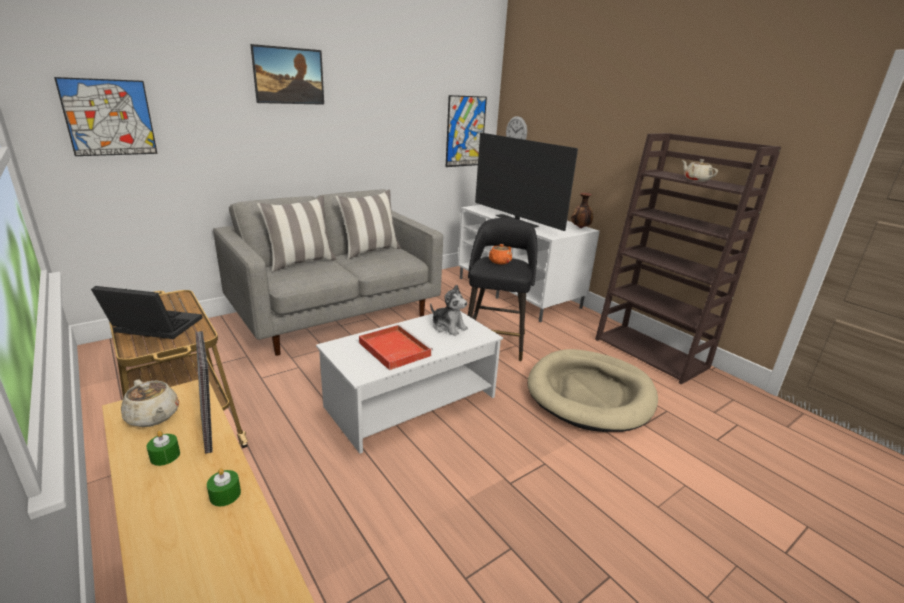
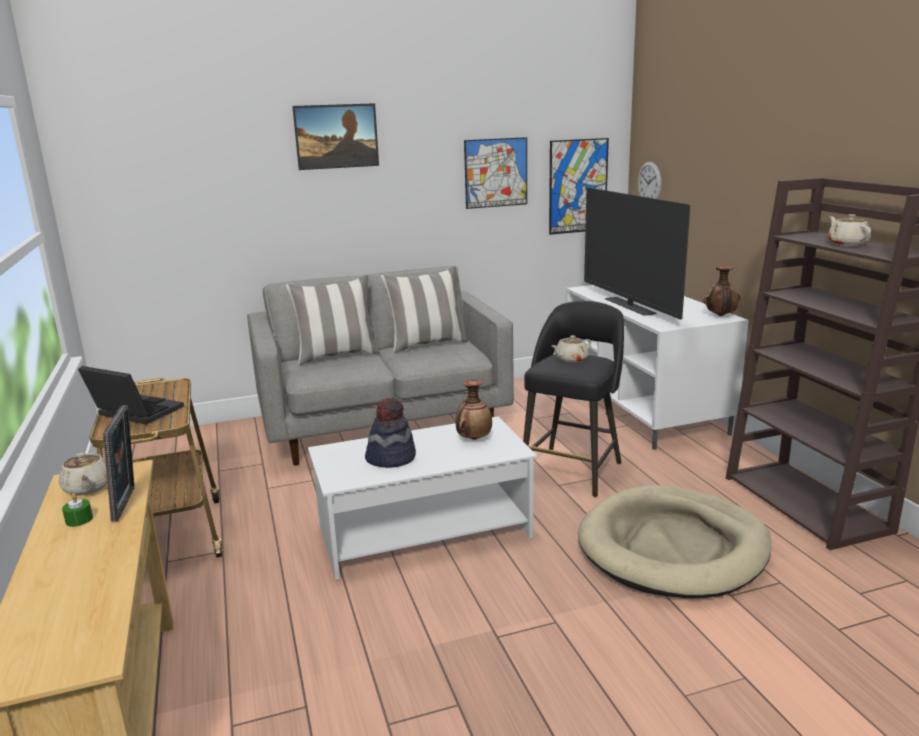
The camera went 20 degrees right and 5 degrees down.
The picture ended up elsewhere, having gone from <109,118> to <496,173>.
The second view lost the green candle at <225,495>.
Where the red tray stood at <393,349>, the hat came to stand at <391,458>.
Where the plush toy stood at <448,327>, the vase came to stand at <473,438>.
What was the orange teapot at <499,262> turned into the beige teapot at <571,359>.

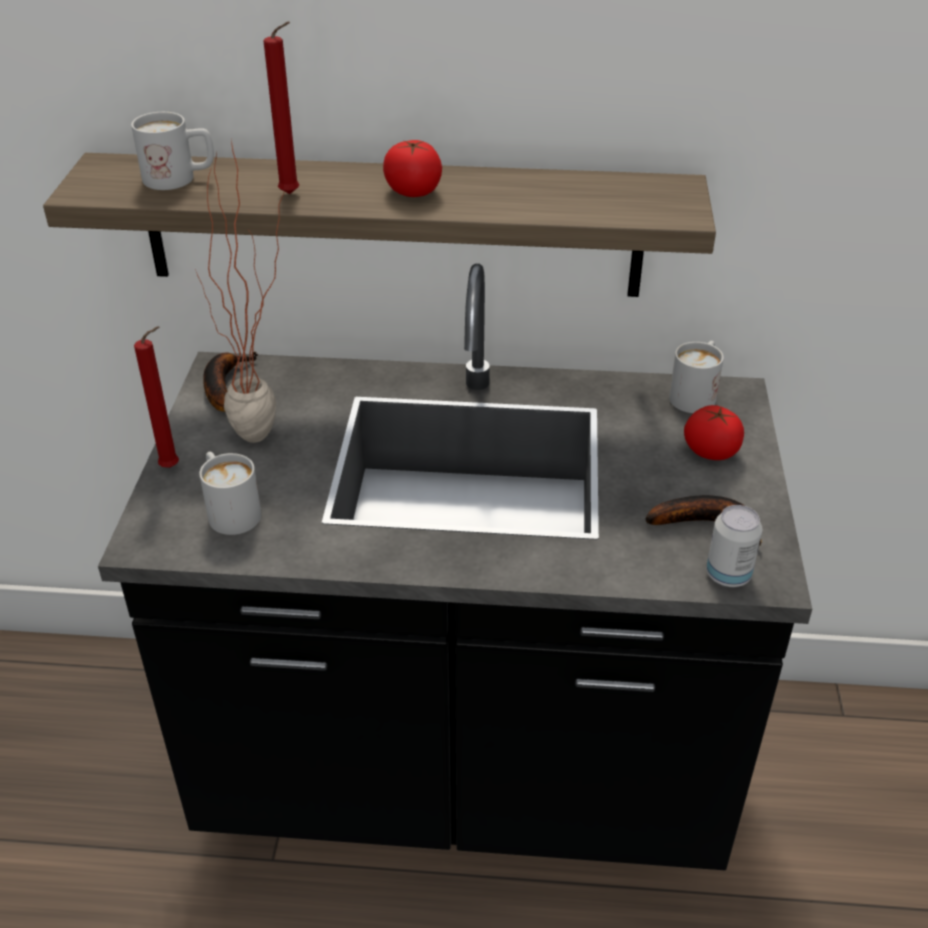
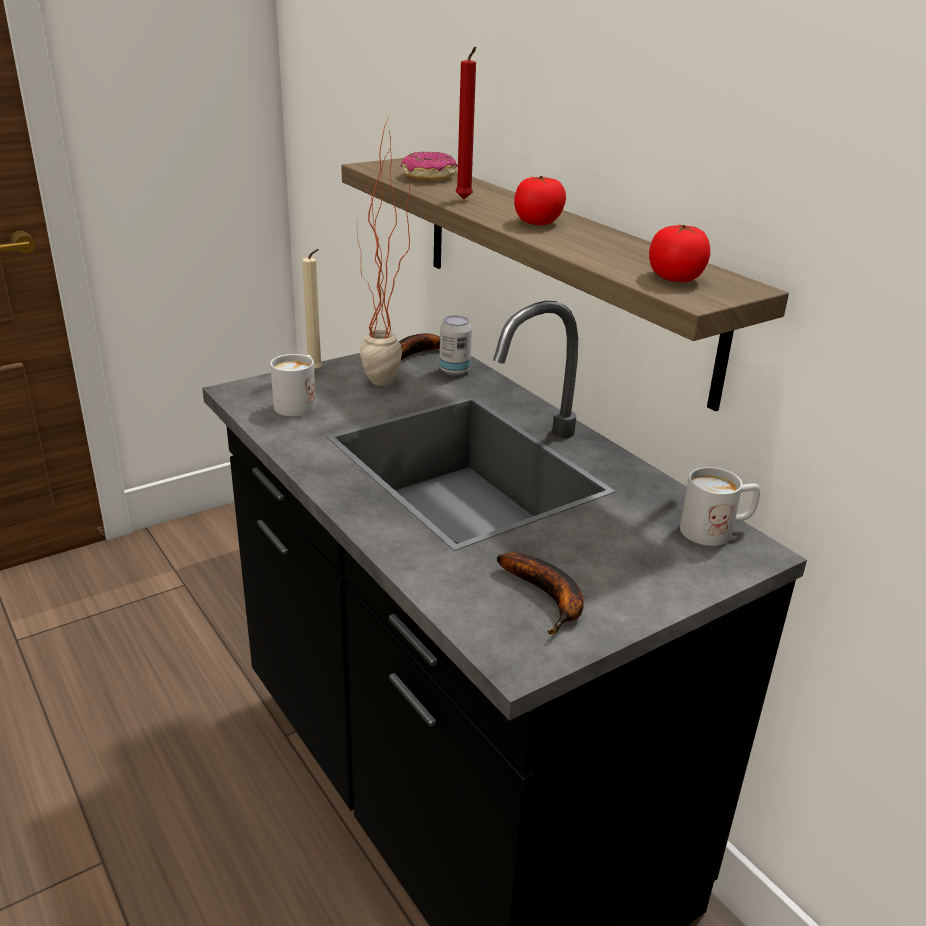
The camera went 50 degrees right and 10 degrees down.
Where the white mug stood at <180,179>, the donut came to stand at <428,176>.
What was the red candle at <173,467> turned into the beige candle at <316,372>.
The tomato ended up elsewhere, having gone from <711,451> to <676,278>.
The can ended up elsewhere, having gone from <728,575> to <454,370>.

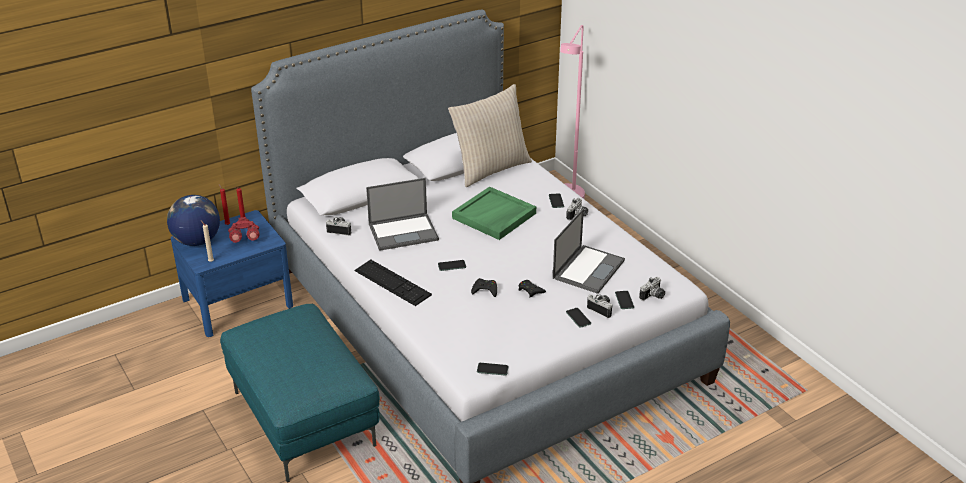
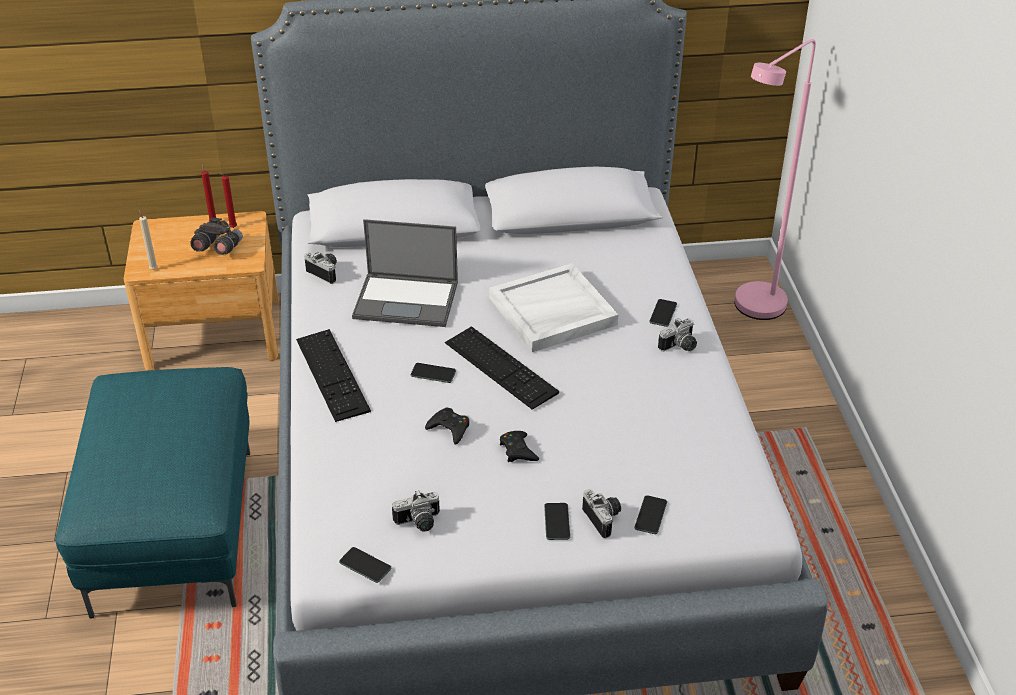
The camera went 25 degrees right and 5 degrees up.
The second view lost the globe at <197,241>.
What was the blue nightstand at <237,303> turned into the brown nightstand at <213,332>.
What was the red binoculars at <244,239> turned into the grey binoculars at <218,249>.
The second view lost the beige pillow at <490,168>.
What was the green tray at <494,216> turned into the white tray at <552,312>.
The second view lost the laptop at <588,269>.
The photo camera ended up elsewhere, having gone from <653,296> to <419,523>.
The second view gained the keyboard at <500,367>.

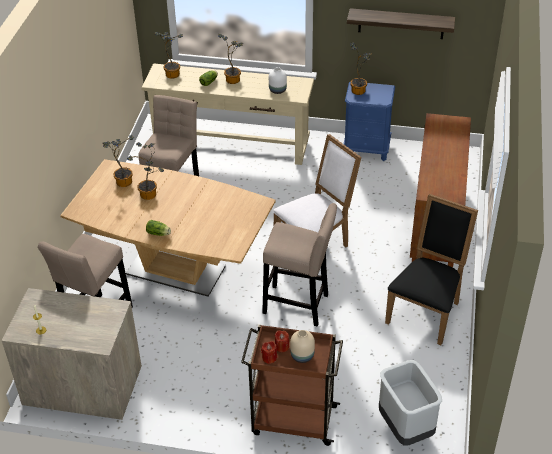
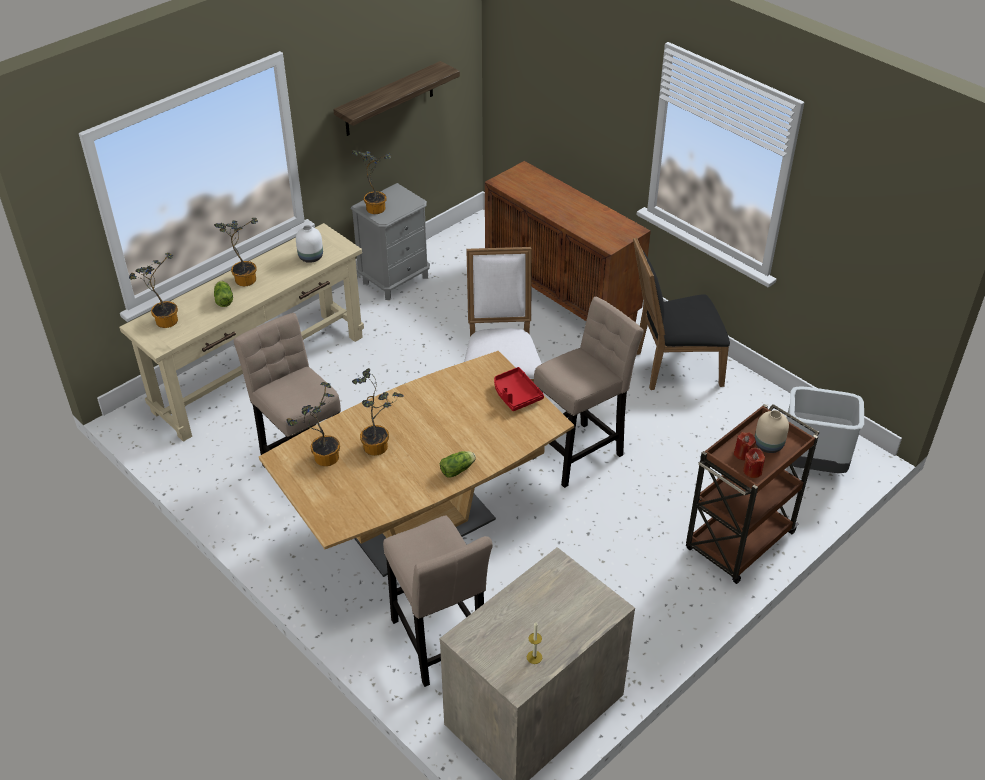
The camera went 55 degrees left and 0 degrees up.
What was the blue nightstand at <367,149> turned into the grey nightstand at <395,279>.
The black chair at <426,311> ended up facing another way, 75 degrees counterclockwise from before.
The second view gained the red tray at <516,395>.

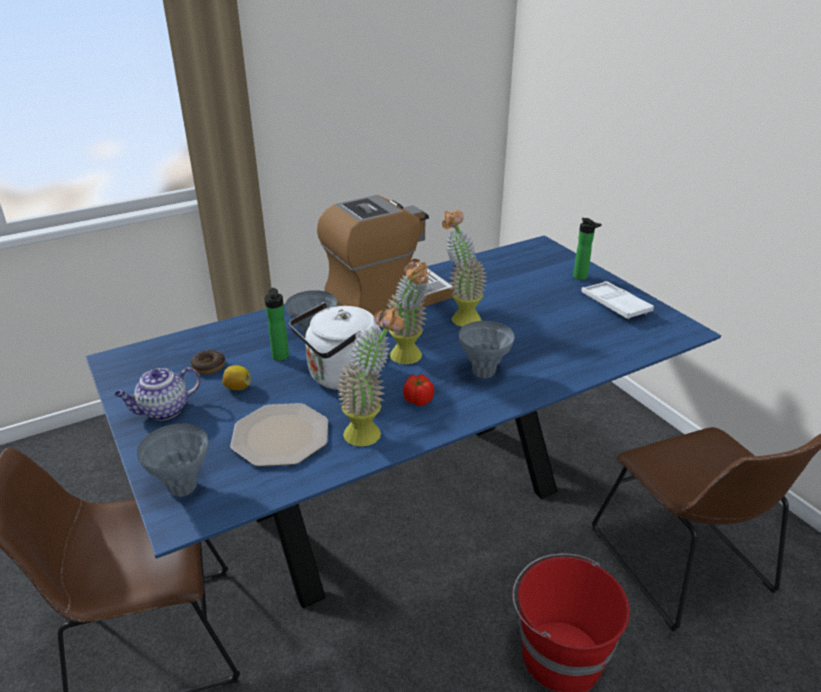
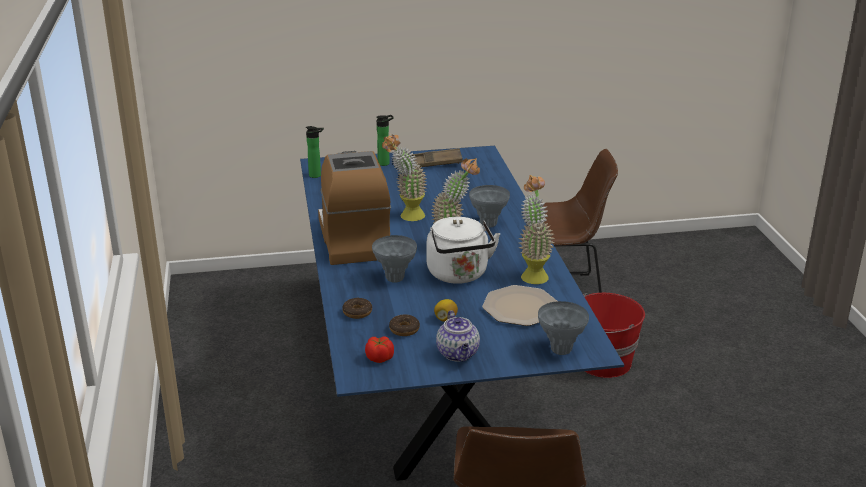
The camera went 70 degrees left and 5 degrees down.
The bottle ended up elsewhere, having gone from <280,358> to <317,175>.
The tomato ended up elsewhere, having gone from <418,400> to <380,358>.
What was the white tray at <615,305> turned into the brown tray at <433,163>.
The second view gained the donut at <357,312>.

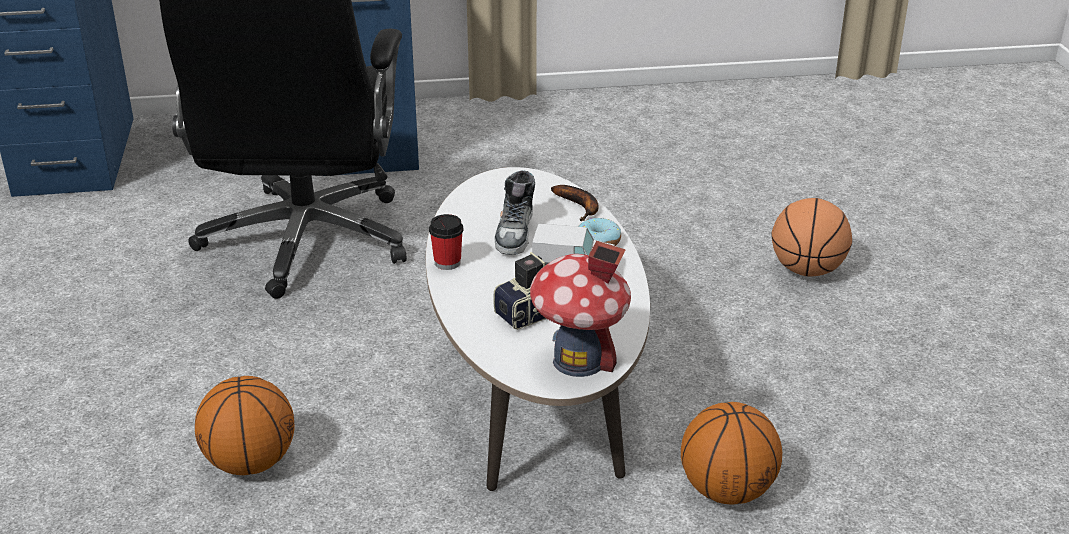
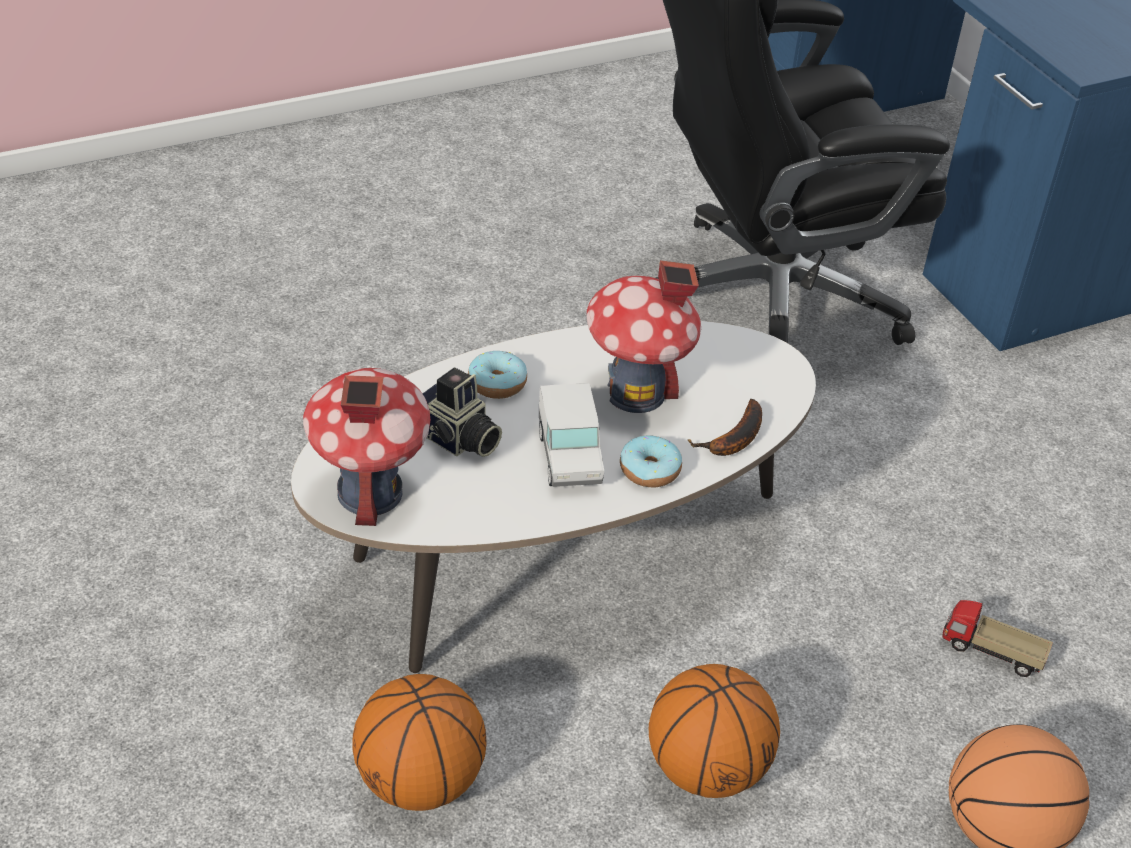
The camera went 70 degrees right and 10 degrees up.
The basketball ended up elsewhere, having gone from <251,463> to <706,770>.
The second view lost the cup at <447,263>.
Where the shoe stood at <515,233>, the toy house came to stand at <636,393>.
The second view gained the donut at <497,383>.
The second view gained the toy truck at <991,653>.

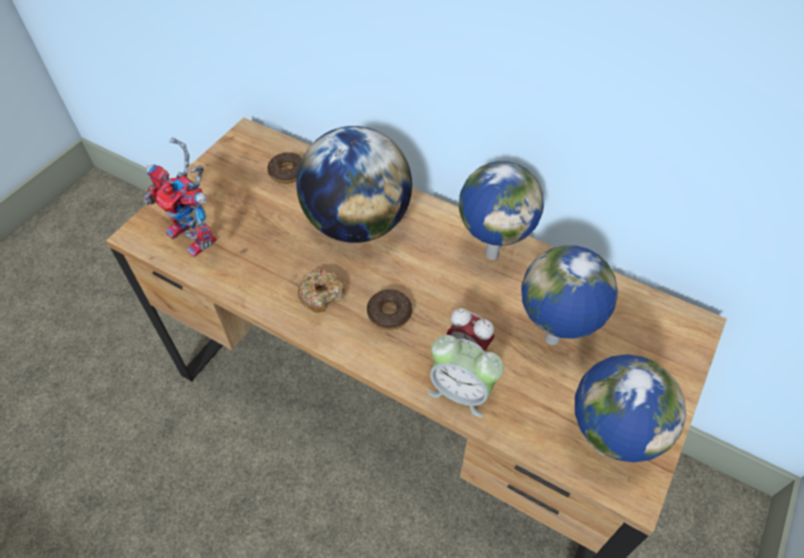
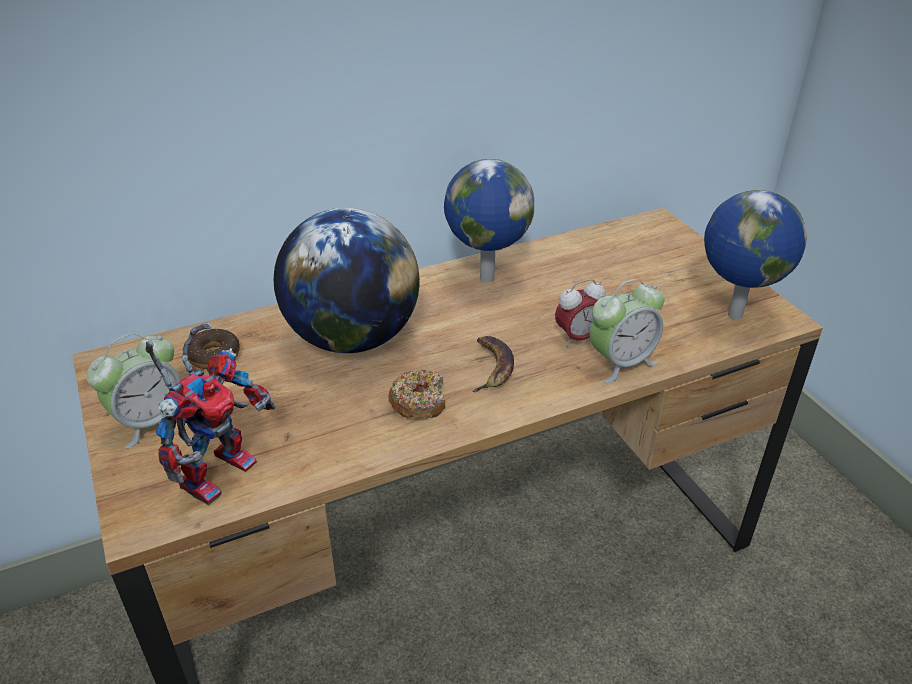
The camera went 55 degrees left and 15 degrees down.
The toy robot at <198,237> ended up facing another way, 45 degrees counterclockwise from before.
Where the donut stood at <389,313>, the banana came to stand at <491,367>.
The second view lost the globe at <553,341>.
The second view gained the alarm clock at <150,421>.

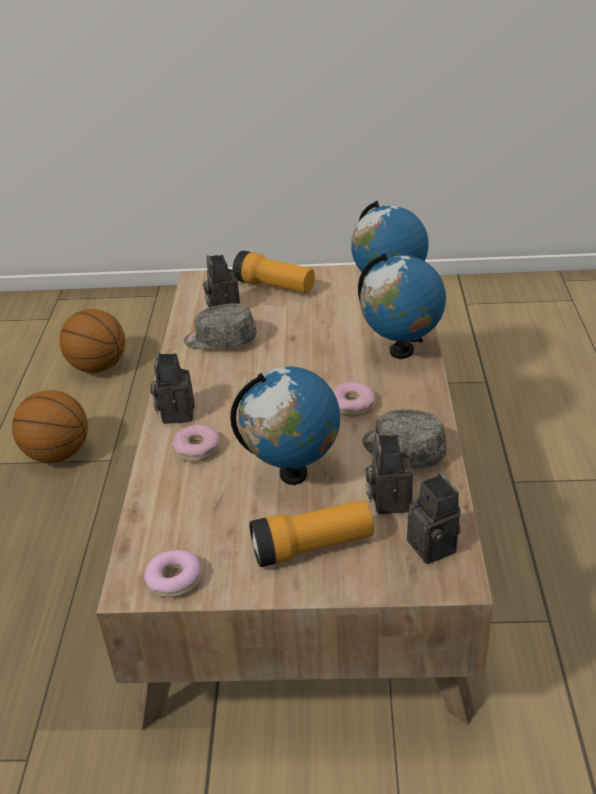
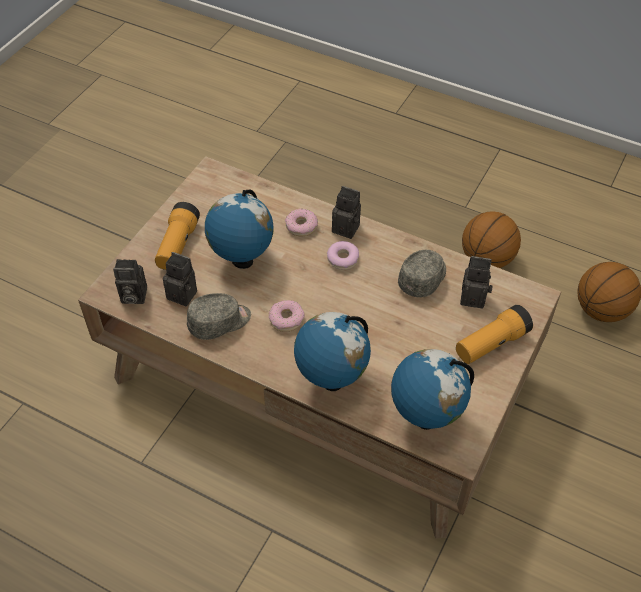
The camera went 115 degrees right and 15 degrees up.
The donut ended up elsewhere, having gone from <174,580> to <343,259>.

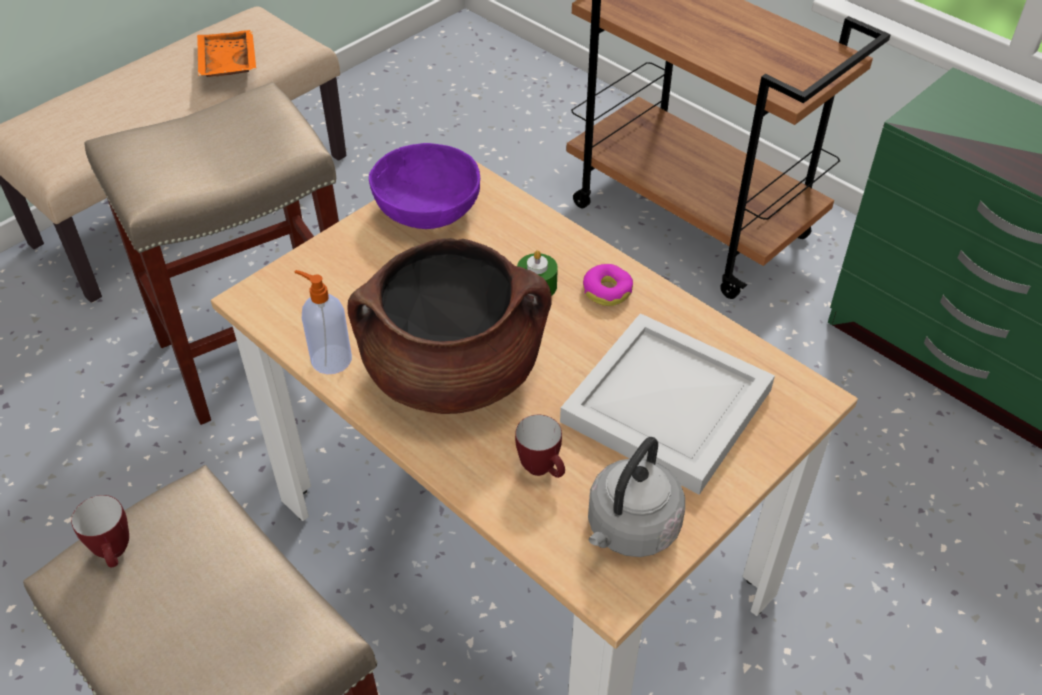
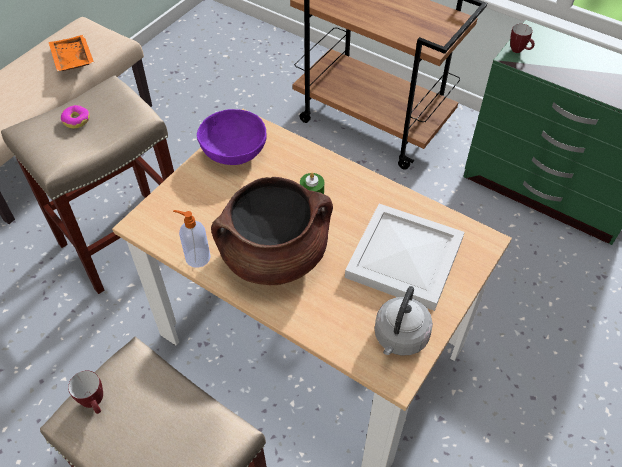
The camera went 10 degrees left and 5 degrees up.
The mug ended up elsewhere, having gone from <543,470> to <519,51>.
The donut ended up elsewhere, having gone from <607,291> to <76,120>.

